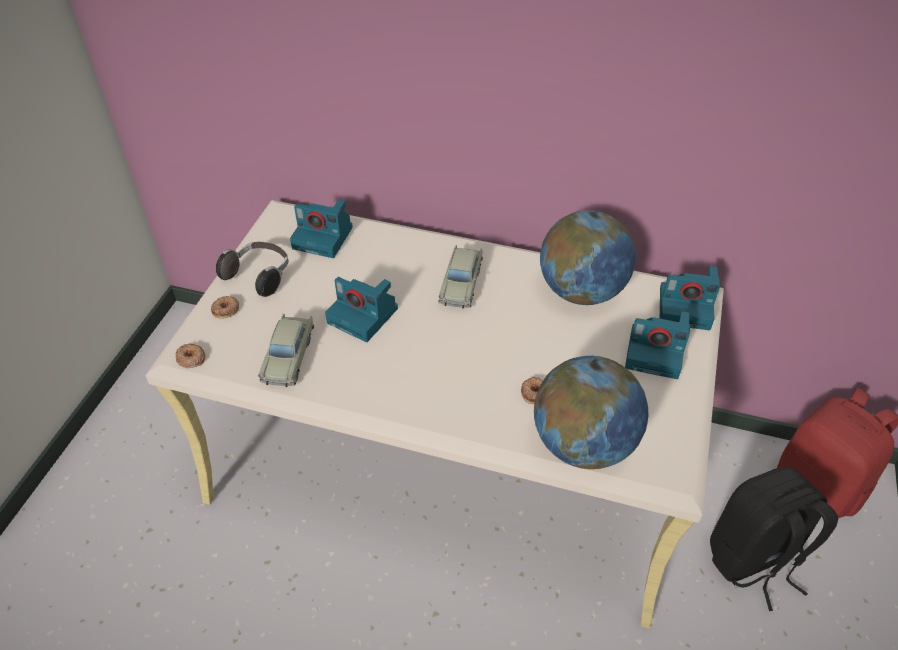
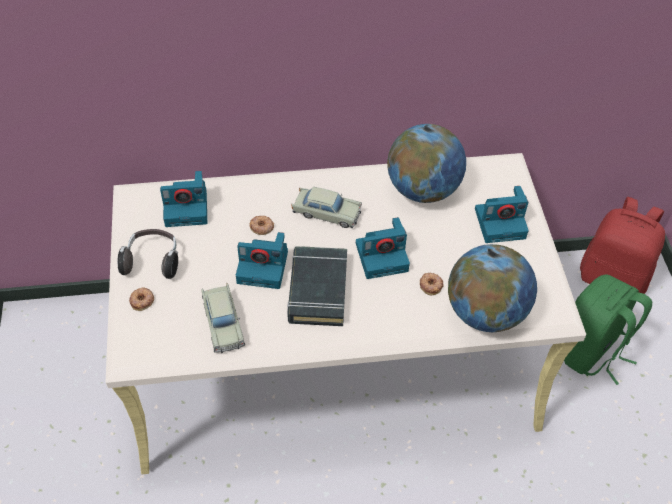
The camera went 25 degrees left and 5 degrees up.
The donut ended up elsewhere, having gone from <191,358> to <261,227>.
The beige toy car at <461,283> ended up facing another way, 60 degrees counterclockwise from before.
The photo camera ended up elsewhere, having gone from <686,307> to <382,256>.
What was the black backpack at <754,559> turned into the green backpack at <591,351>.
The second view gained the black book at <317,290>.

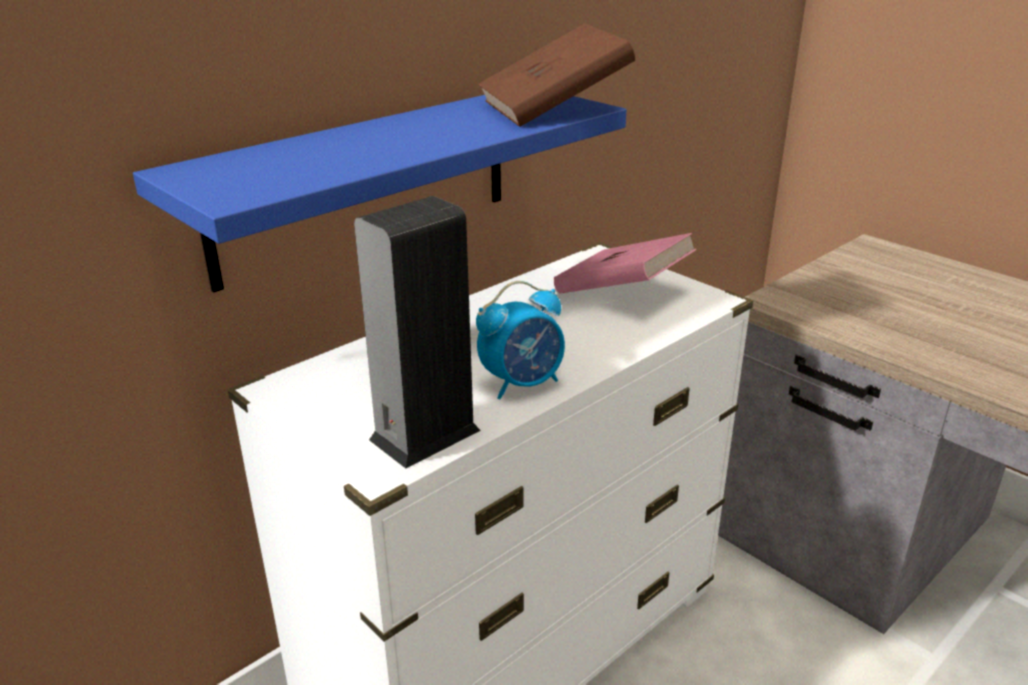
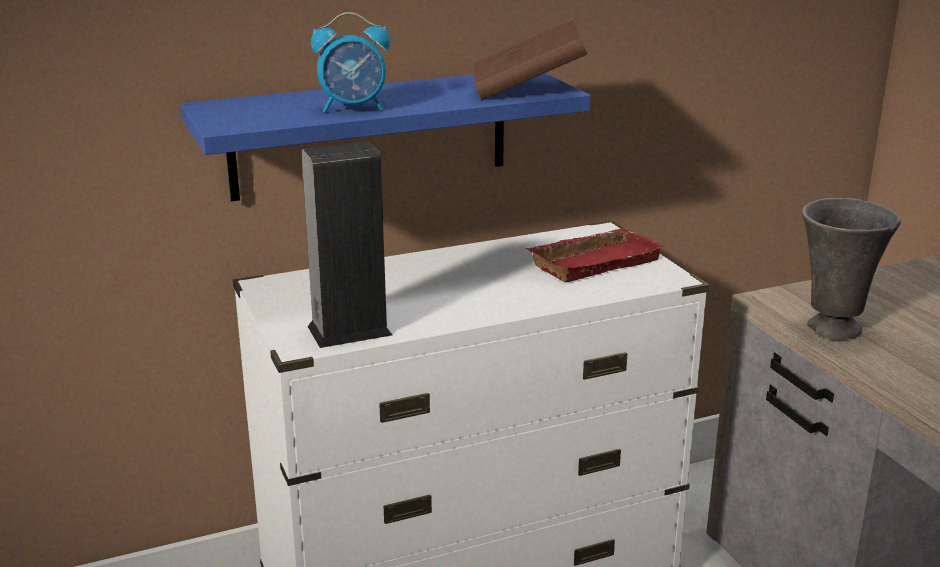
The camera went 20 degrees right and 5 degrees down.
The alarm clock ended up elsewhere, having gone from <523,383> to <354,108>.
Where the pink book stood at <621,292>, the red tray came to stand at <594,261>.
The second view gained the grey vase at <833,330>.

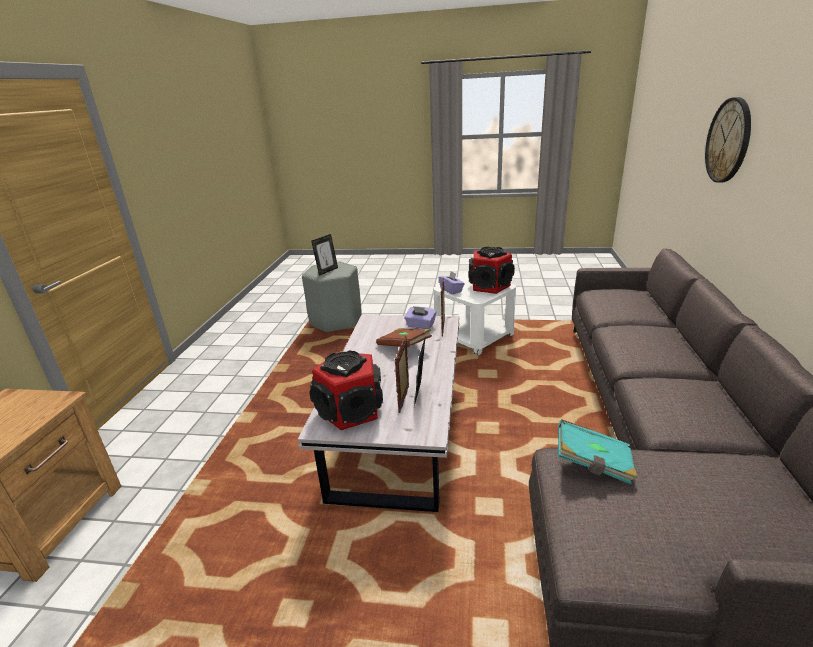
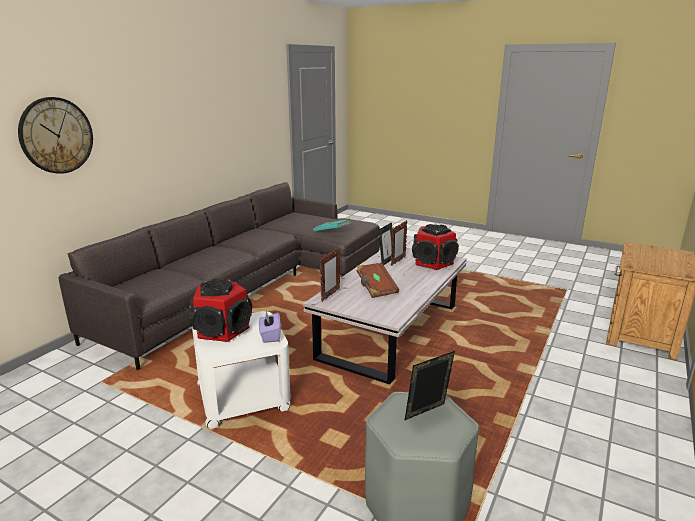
The camera went 160 degrees left and 5 degrees down.
The second view lost the purple tissue box at <420,325>.

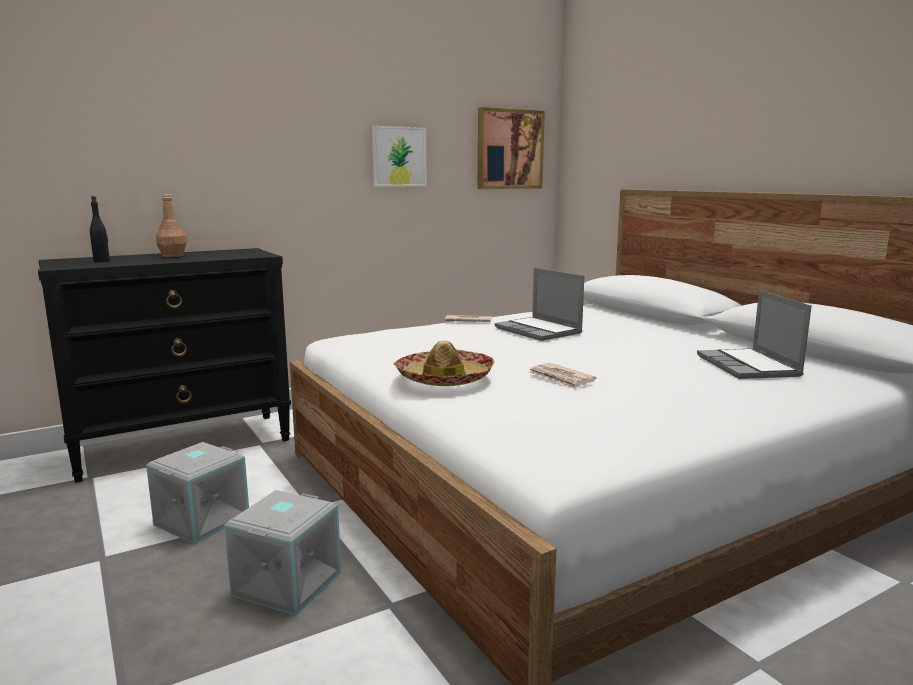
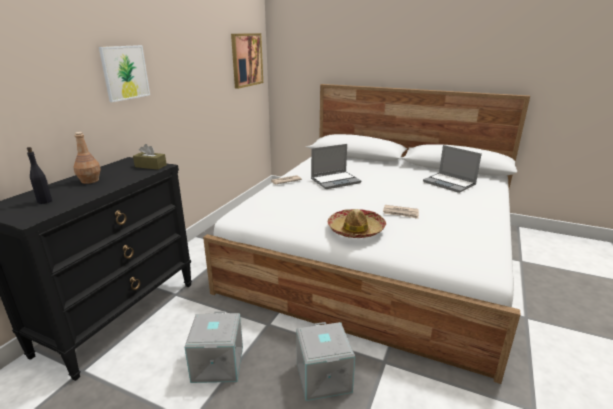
The camera went 35 degrees left and 10 degrees up.
The picture ended up elsewhere, having gone from <399,156> to <125,72>.
The laptop at <539,331> ended up facing another way, 45 degrees counterclockwise from before.
The second view gained the brown tissue box at <150,166>.

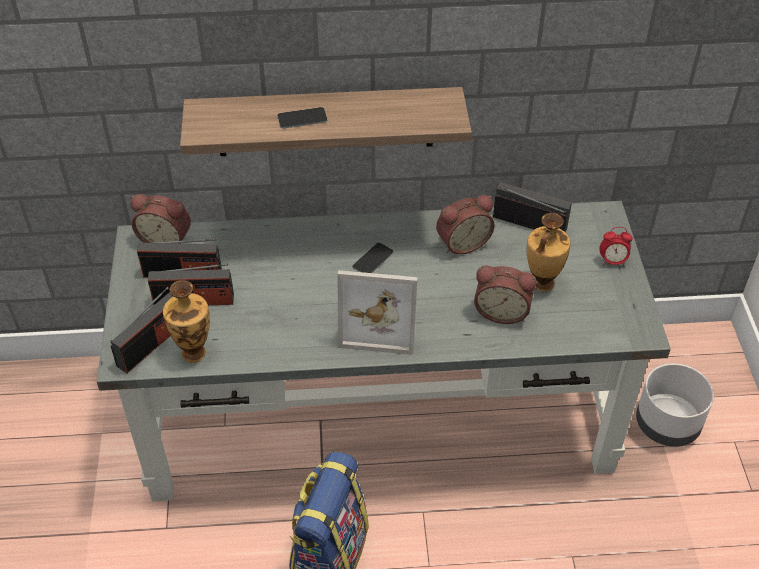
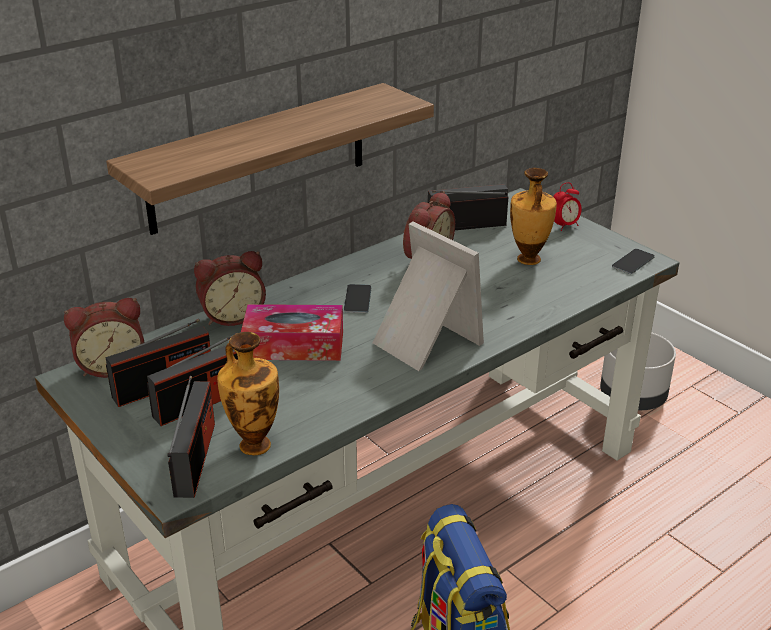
The camera went 35 degrees left and 15 degrees down.
The phone ended up elsewhere, having gone from <302,118> to <633,262>.
The picture frame at <380,323> ended up facing another way, 105 degrees counterclockwise from before.
The alarm clock ended up elsewhere, having gone from <502,311> to <232,315>.
The second view gained the tissue box at <294,345>.

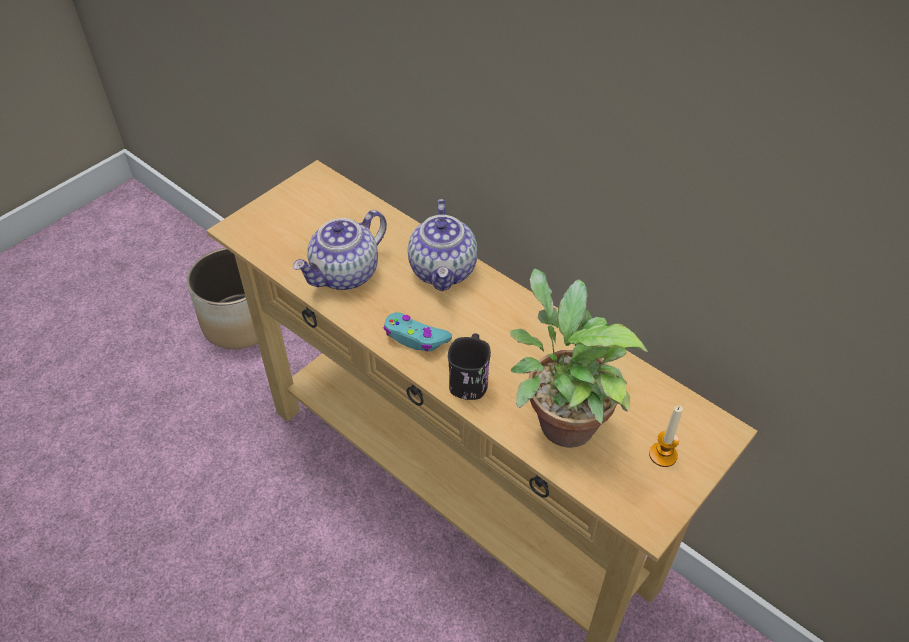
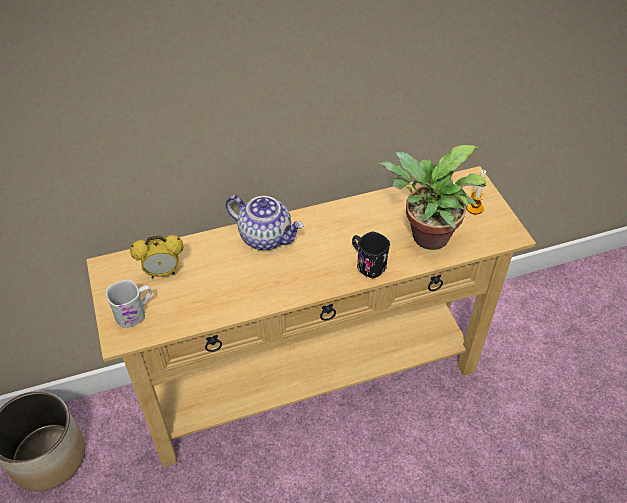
The camera went 60 degrees left and 0 degrees up.
The second view lost the teapot at <345,274>.
The second view lost the turquoise game controller at <415,338>.
The second view gained the white mug at <135,313>.
The second view gained the alarm clock at <163,273>.

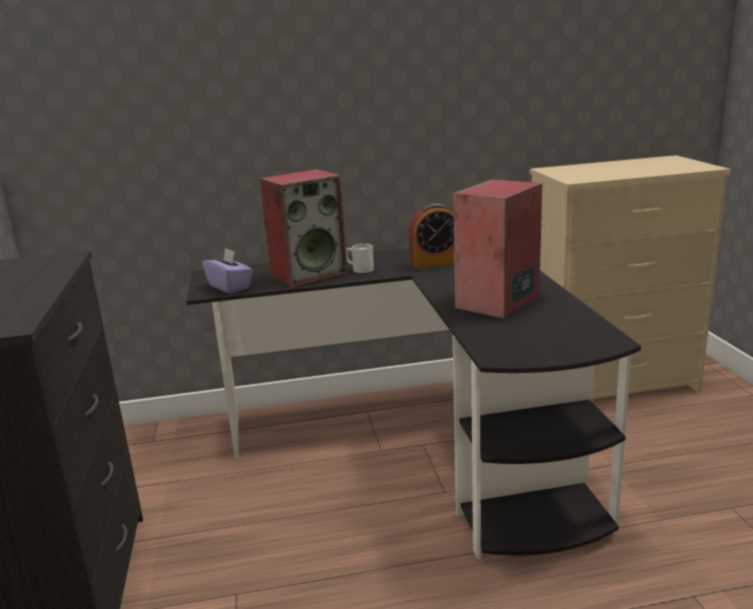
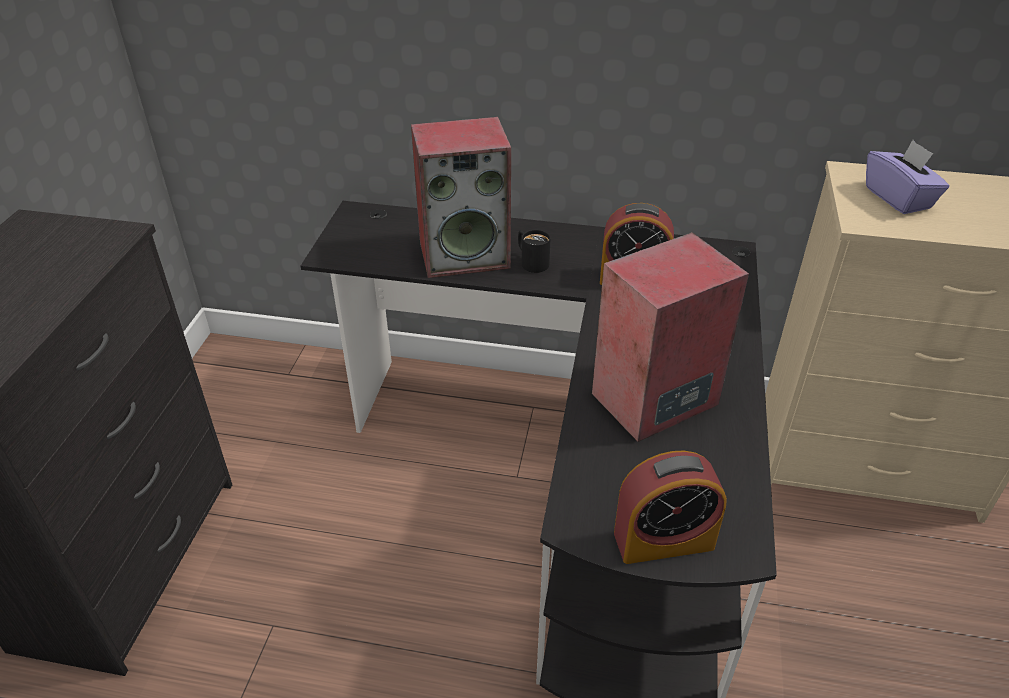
The camera went 20 degrees right and 20 degrees up.
The purple tissue box ended up elsewhere, having gone from <230,287> to <898,198>.
What was the white mug at <359,269> turned into the black mug at <531,261>.
The second view gained the alarm clock at <663,540>.

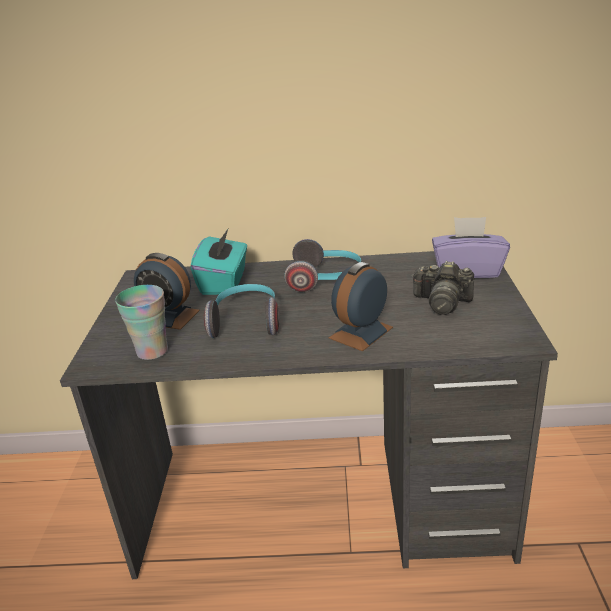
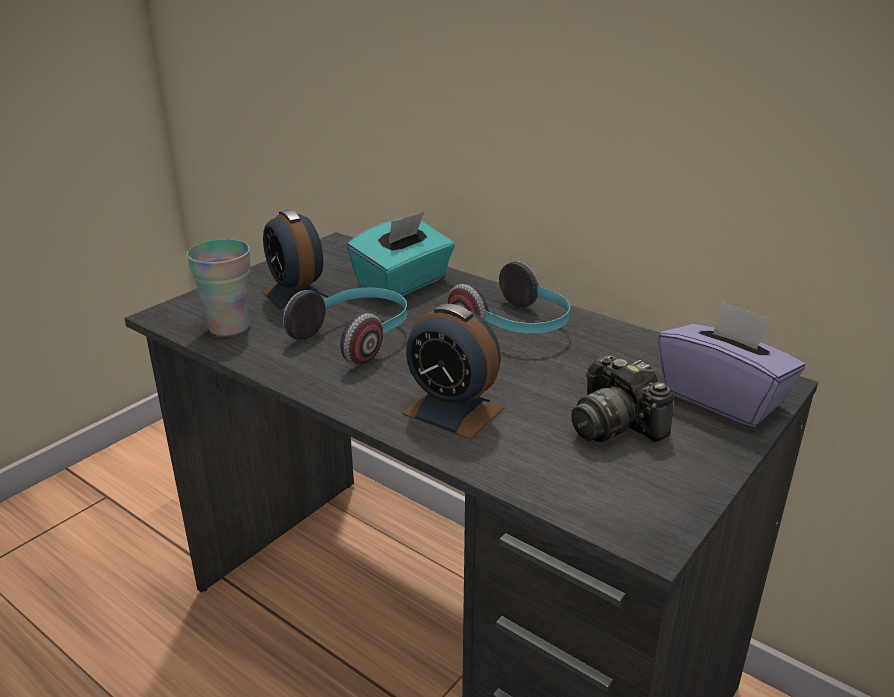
The camera went 35 degrees right and 0 degrees up.
The alarm clock at <361,332> ended up facing another way, 135 degrees counterclockwise from before.

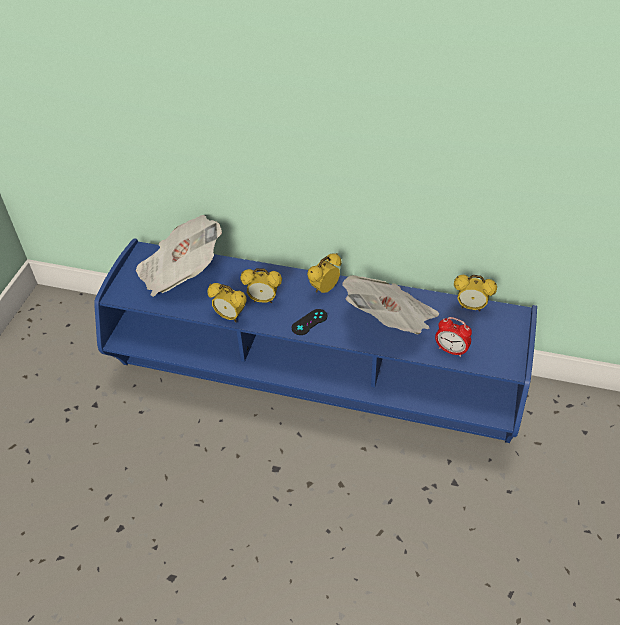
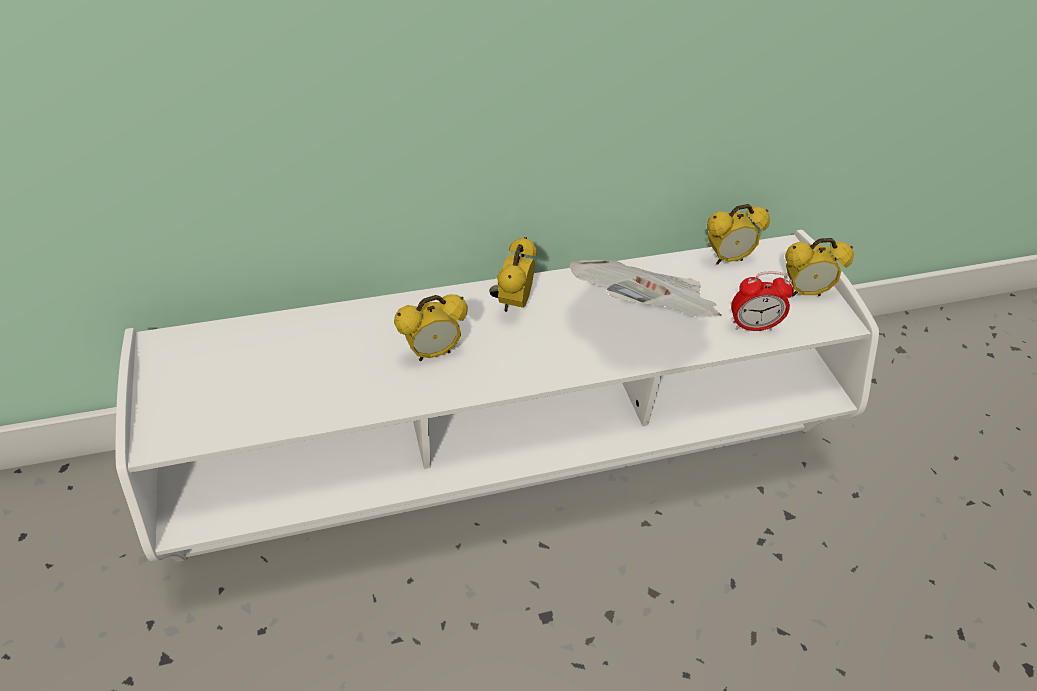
The camera went 35 degrees left and 0 degrees up.
What was the blue tv stand at <313,383> turned into the white tv stand at <511,458>.
The second view lost the newspaper at <180,272>.
The alarm clock ended up elsewhere, having gone from <230,317> to <804,292>.
The second view lost the black game controller at <309,322>.

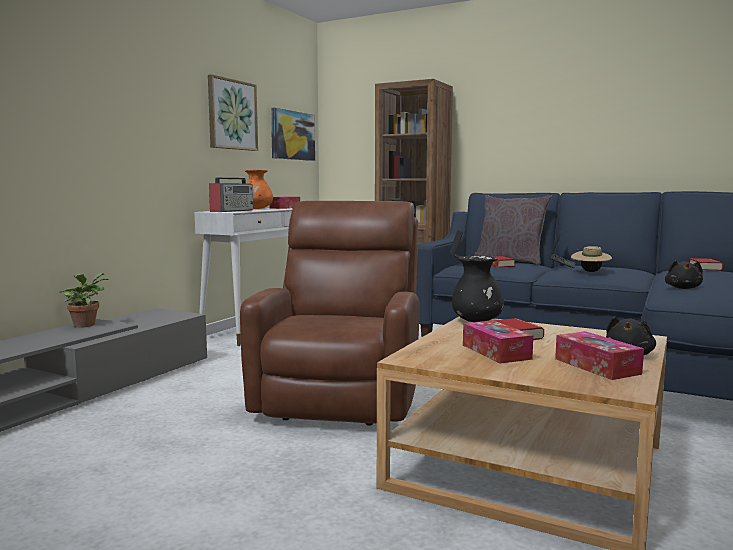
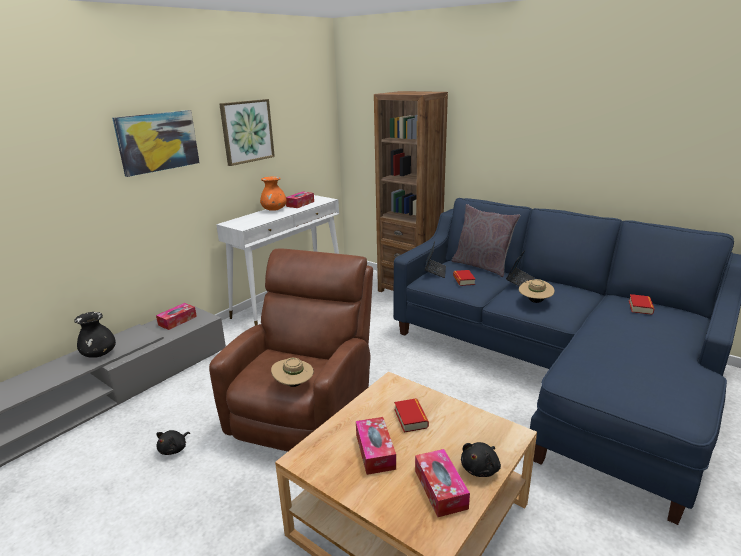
The camera went 10 degrees right and 15 degrees up.
The second view lost the potted plant at <85,324>.
The second view lost the radio at <232,211>.
The picture ended up elsewhere, having gone from <292,135> to <158,142>.
The black vase ended up elsewhere, having gone from <477,321> to <99,354>.
The black plush toy ended up elsewhere, having gone from <683,288> to <174,449>.
The second view gained the tissue box at <177,321>.
The second view gained the beige hat at <294,384>.

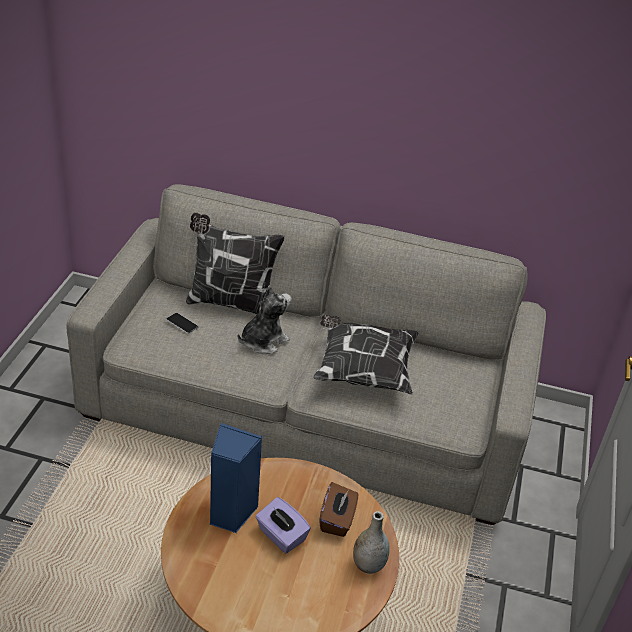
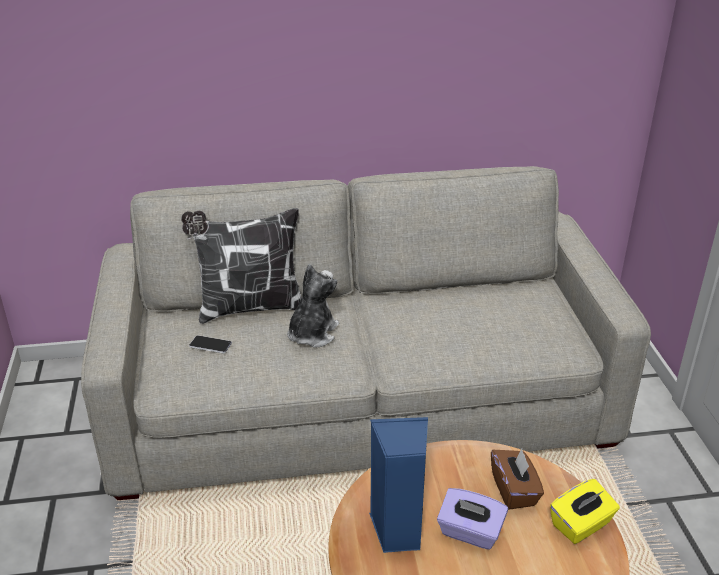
The camera went 20 degrees left and 5 degrees down.
The second view lost the pillow at <362,370>.
Where the grey vase stood at <368,565>, the yellow tissue box came to stand at <581,525>.

